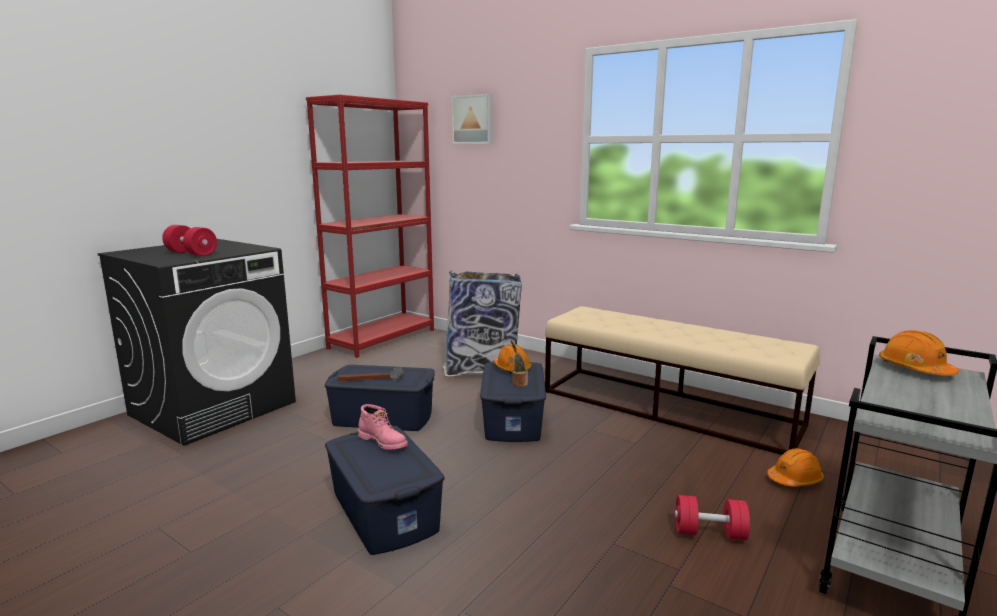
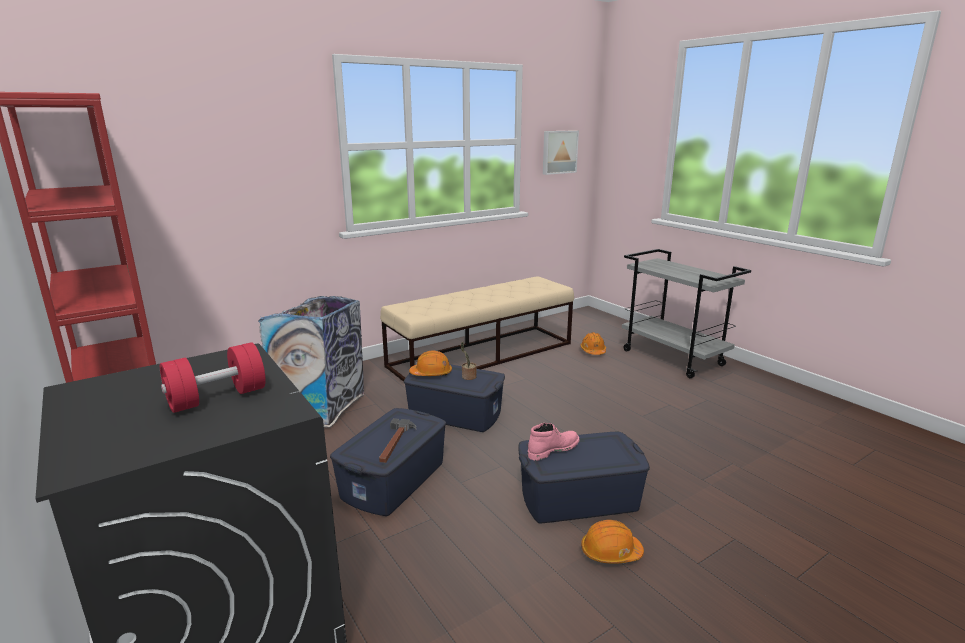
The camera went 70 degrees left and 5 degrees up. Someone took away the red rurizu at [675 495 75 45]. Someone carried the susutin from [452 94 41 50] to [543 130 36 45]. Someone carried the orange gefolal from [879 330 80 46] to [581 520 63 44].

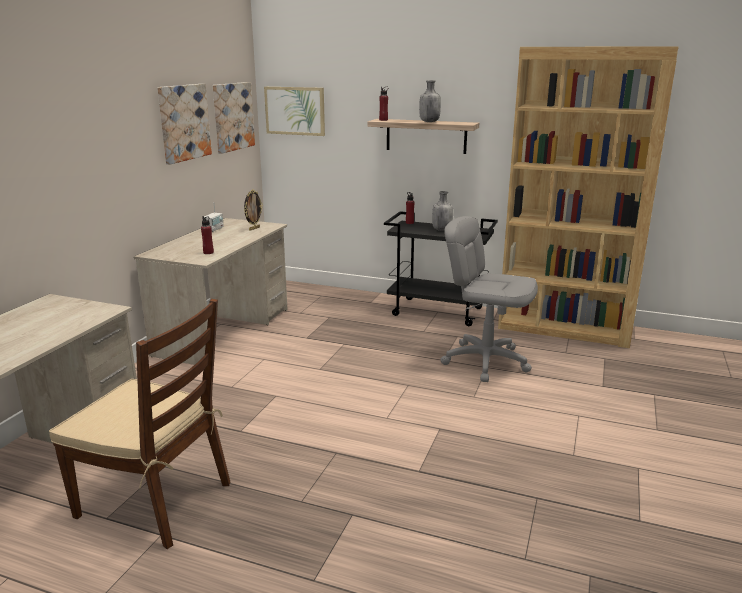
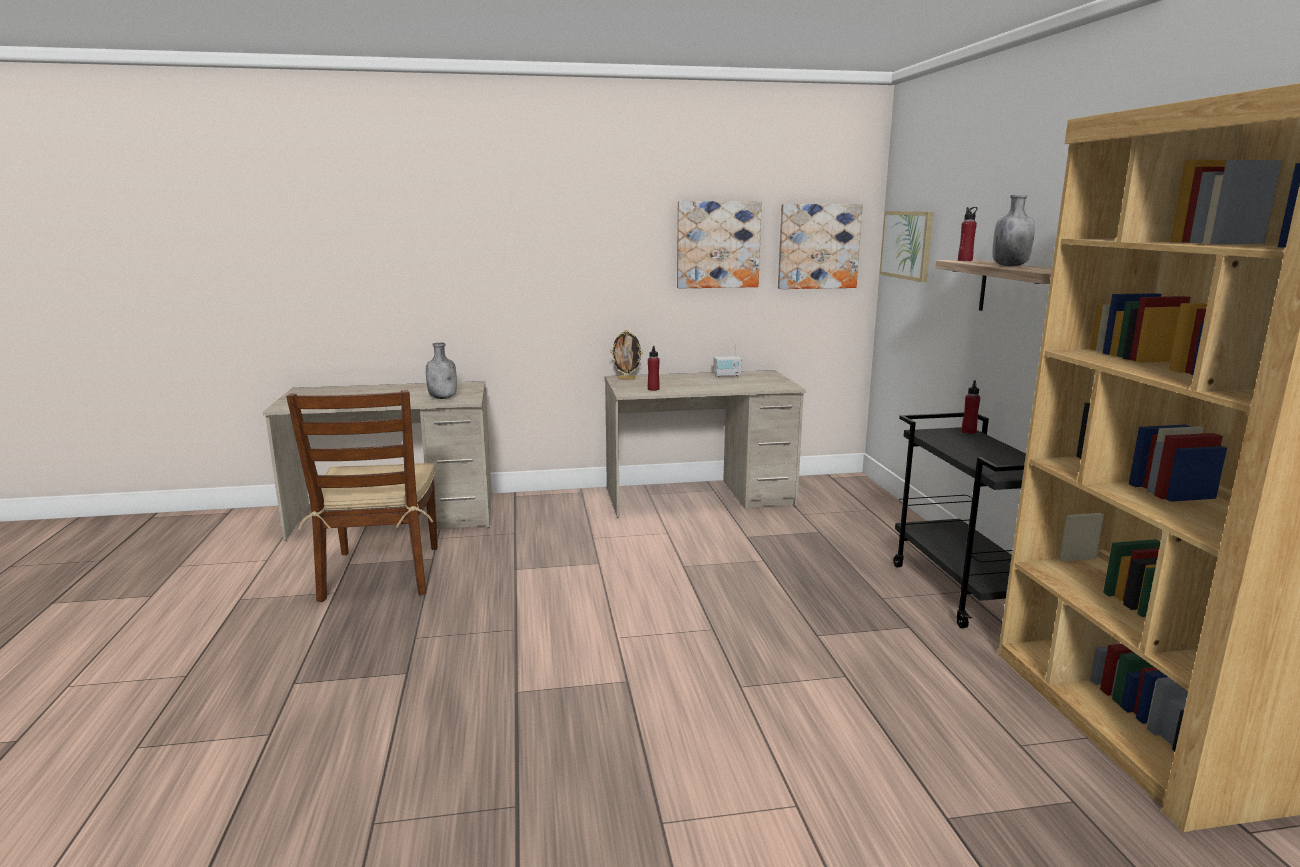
The camera went 60 degrees right and 5 degrees down. Someone took away the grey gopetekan at [440 216 98 166]. Someone carried the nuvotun from [244 190 19 40] to [610 330 33 50]. Someone carried the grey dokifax from [432 191 21 40] to [426 343 31 56].

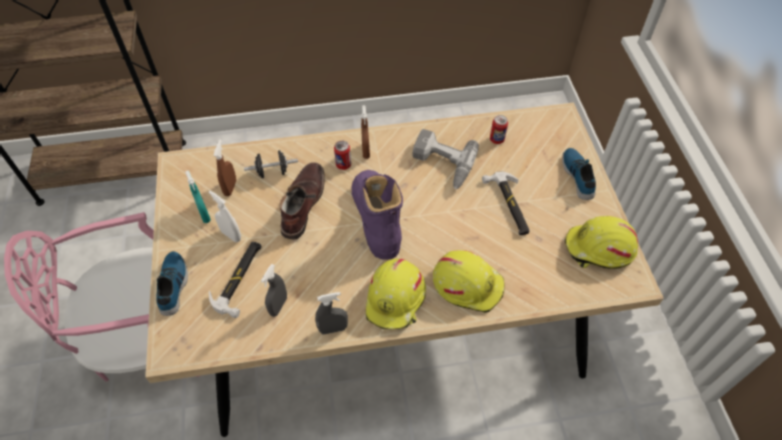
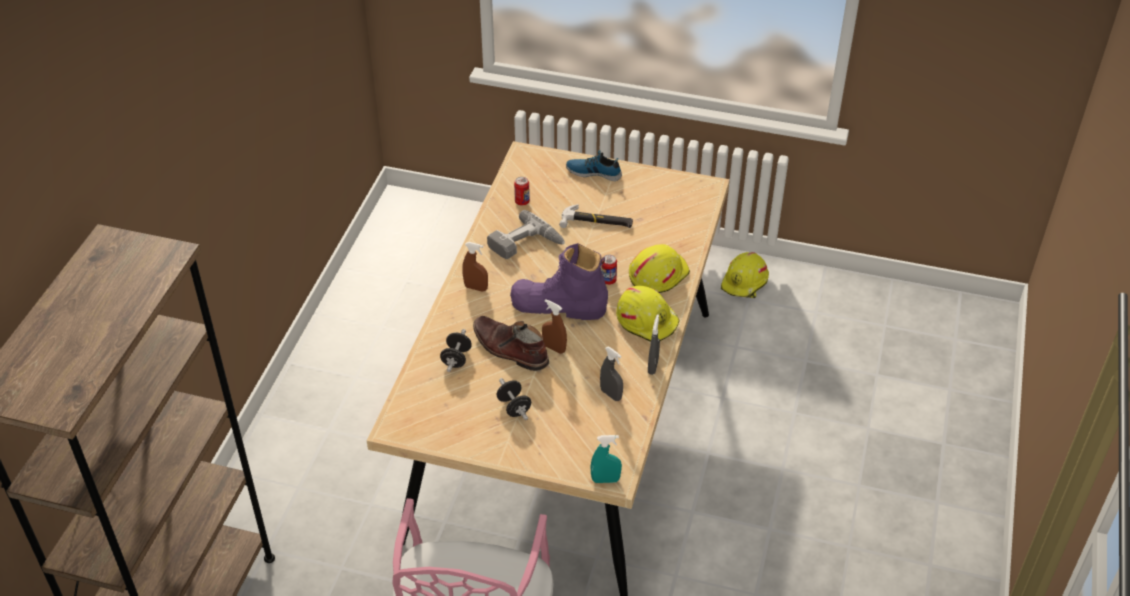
The camera went 65 degrees left and 10 degrees down. Someone took away the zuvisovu at [156 251 32 65]. Someone took away the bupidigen at [209 242 53 76]. Someone carried the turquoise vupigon from [185 170 26 53] to [590 435 32 48]. Someone carried the brown vupigon from [213 139 23 57] to [542 299 25 55]. Someone carried the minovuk from [334 141 17 29] to [601 255 16 30]. Someone carried the yellow gefolal from [565 216 73 53] to [721 252 48 46]. Someone swapped the white vupigon at [209 191 32 51] for the black rurizu at [497 378 34 42].

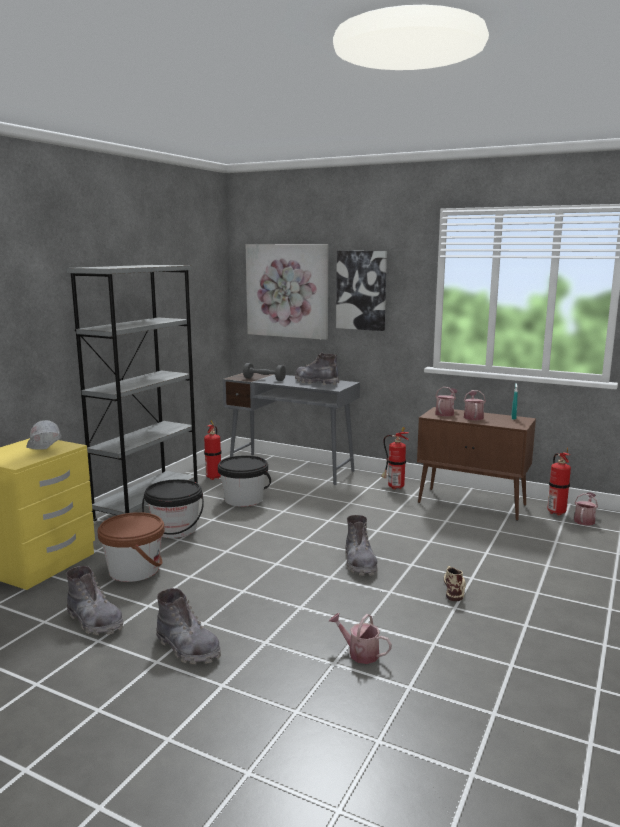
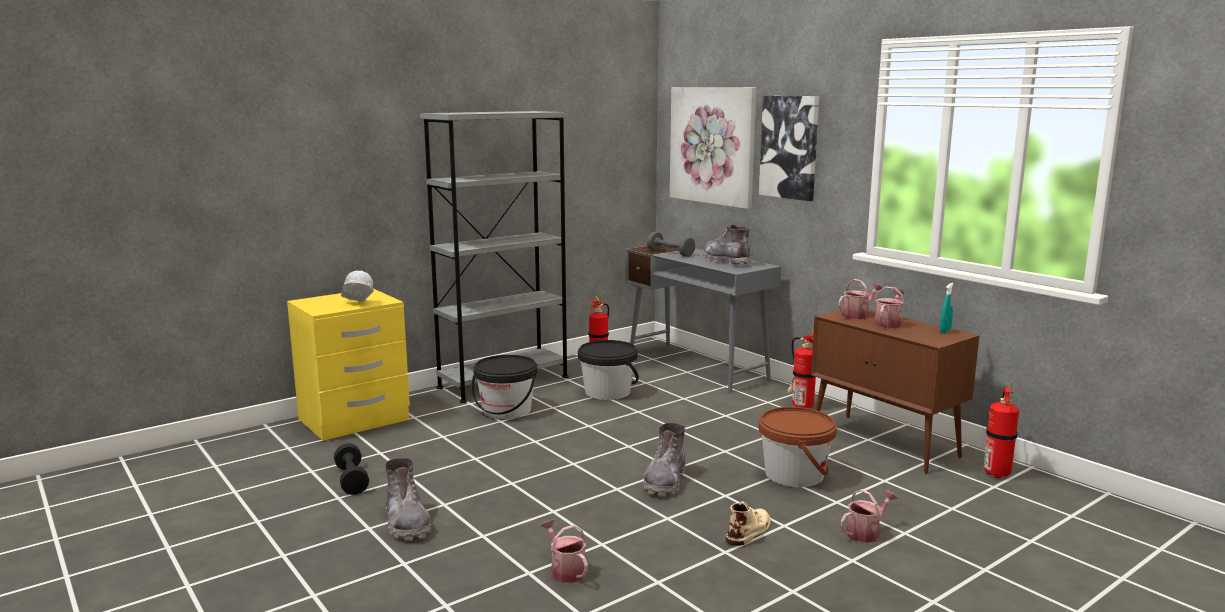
The camera went 25 degrees right and 0 degrees up. Someone carried the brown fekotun from [98 512 67 70] to [758 407 79 80]. Someone carried the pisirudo from [574 492 24 33] to [841 489 57 54]. Someone swapped the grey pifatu at [66 566 58 69] for the black rurizu at [334 443 35 52].

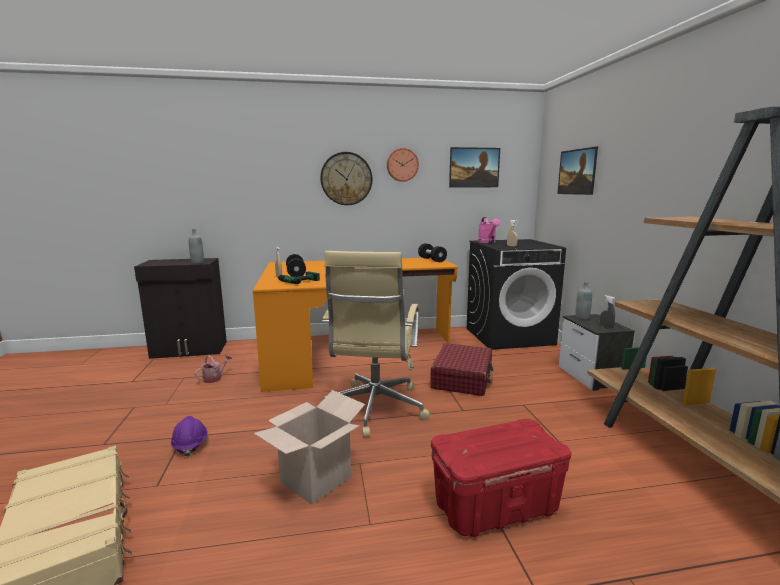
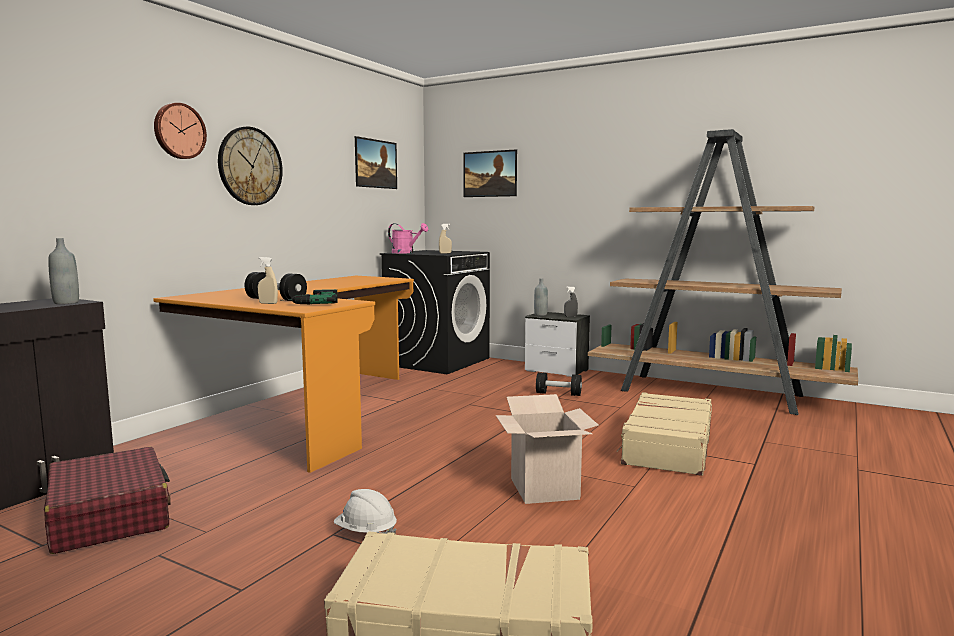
The camera went 50 degrees left and 5 degrees down. Someone took away the pisirudo at [195 355 37 28]. Someone took away the beige gopetekan at [322 251 108 187]. Someone carried the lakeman from [387 148 32 34] to [154 103 53 56]. Someone carried the black rurizu from [418 243 29 19] to [536 372 46 24]. Someone carried the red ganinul from [430 343 63 53] to [44 447 127 107]. Someone swapped the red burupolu at [431 419 140 118] for the beige ganinul at [617 392 95 84]. Someone repainted the purple gefolal at [171 416 37 41], which became the white gefolal at [334 489 63 45].

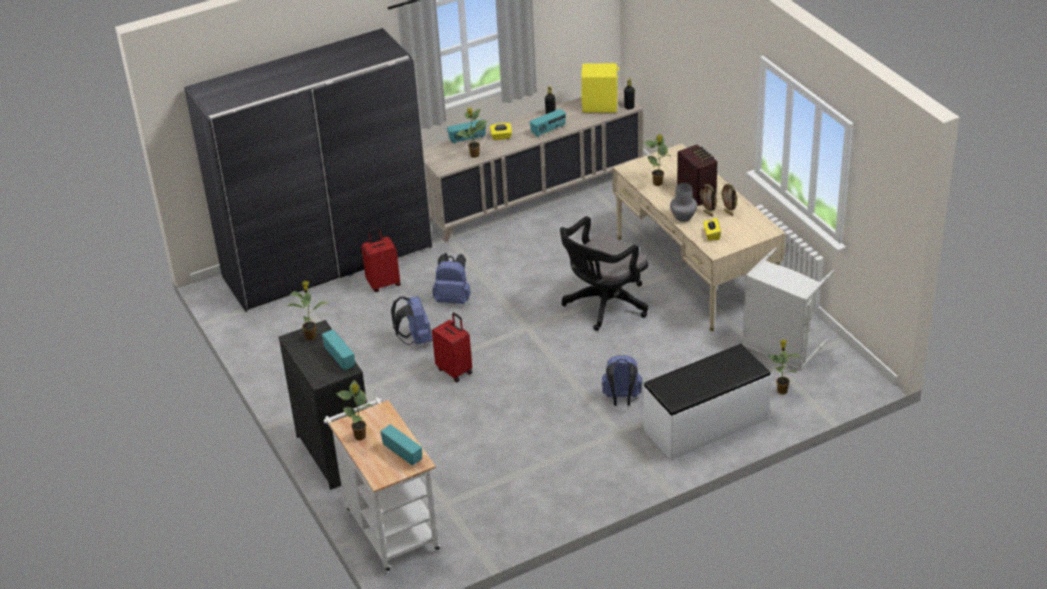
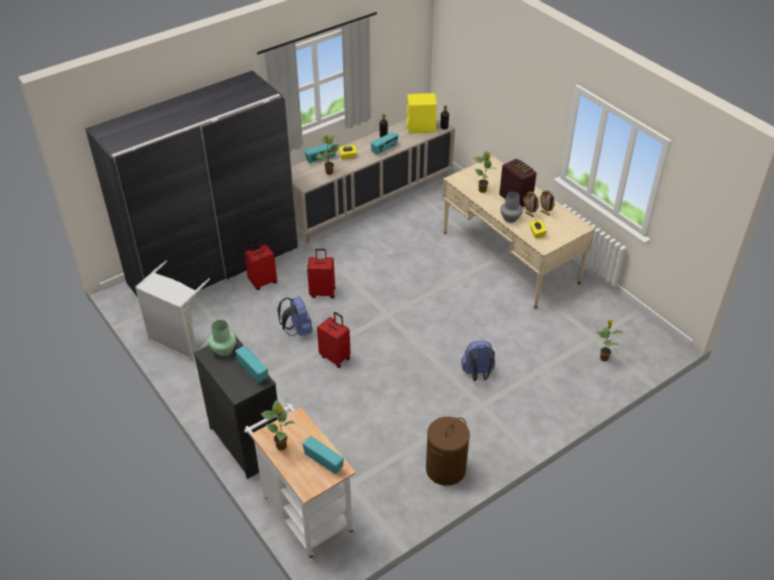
The camera went 10 degrees left and 5 degrees up. Someone took away the black gopetekan at [560 216 88 115]. Someone took away the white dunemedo at [643 344 128 116]. Someone put down the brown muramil at [426 417 44 69]. Someone carried the grey muramil from [743 248 91 123] to [135 260 75 100]. Someone swapped the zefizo at [286 281 43 60] for the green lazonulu at [209 320 27 36]. Someone swapped the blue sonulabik at [432 253 39 51] for the red ganinul at [307 249 29 49].

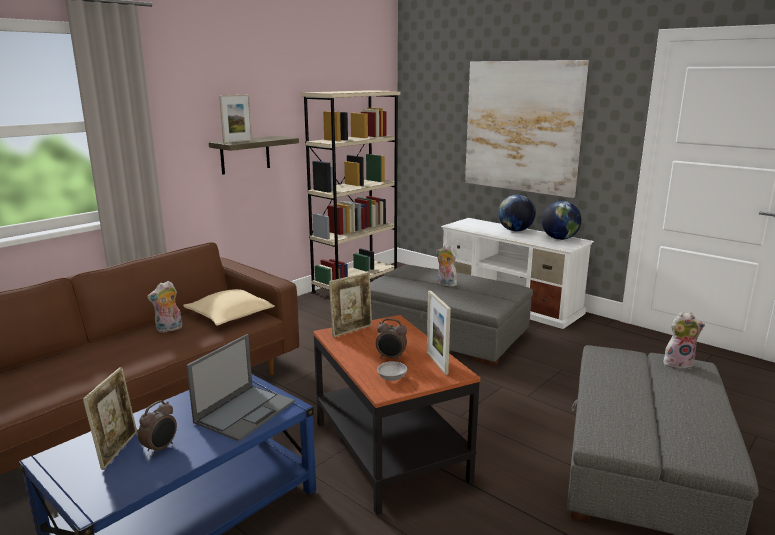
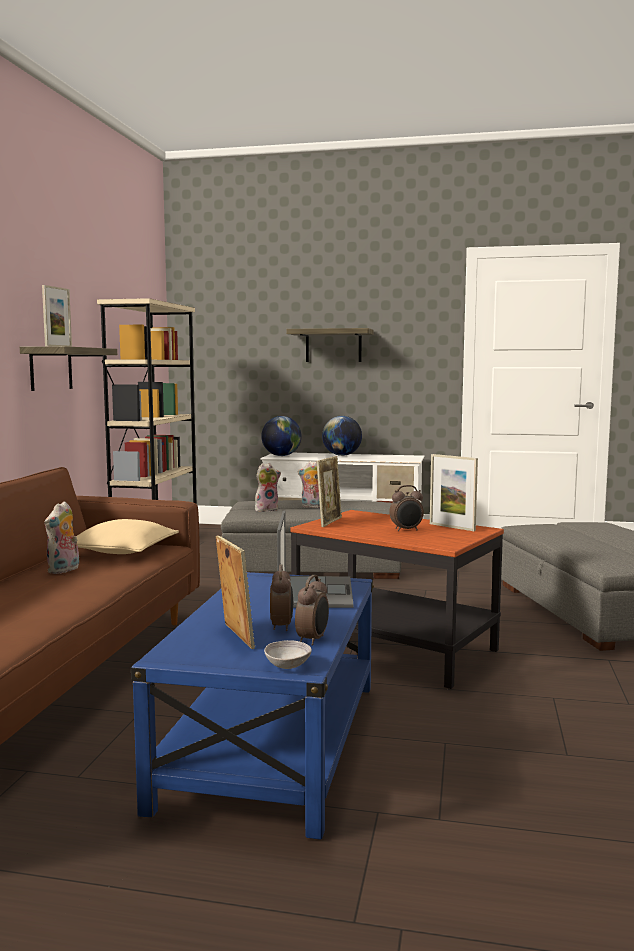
The camera went 30 degrees left and 10 degrees down. Someone put down the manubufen at [295 575 34 71]. Someone carried the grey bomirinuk from [377 362 30 19] to [264 640 48 29]. Someone carried the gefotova from [542 201 40 39] to [261 416 41 40]. Someone carried the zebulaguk from [663 312 42 58] to [255 463 26 49]. Someone swapped the susutin at [465 60 124 138] for the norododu at [286 328 87 34].

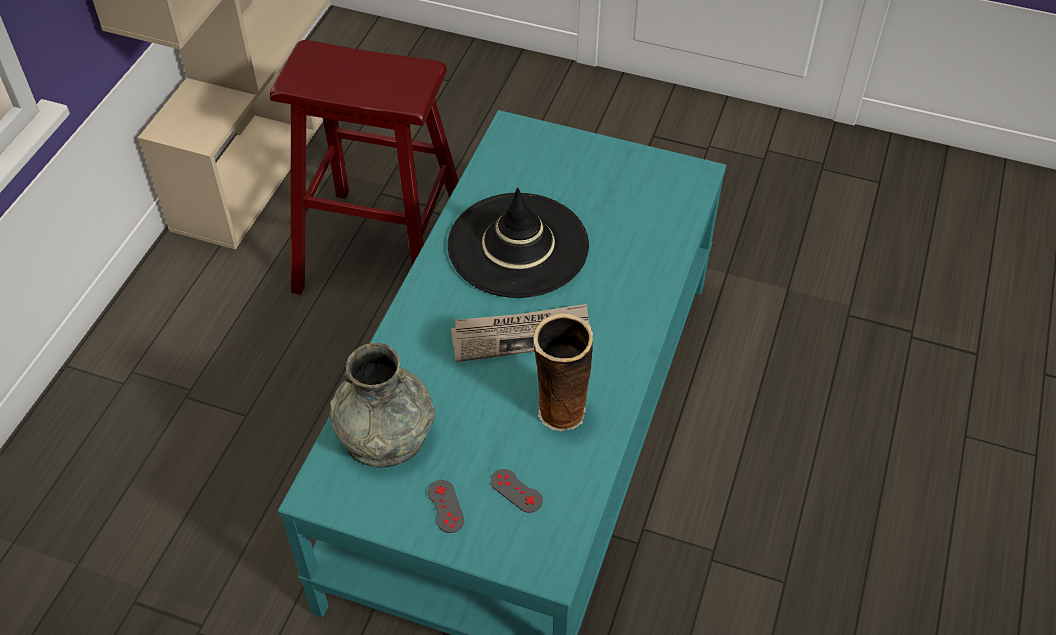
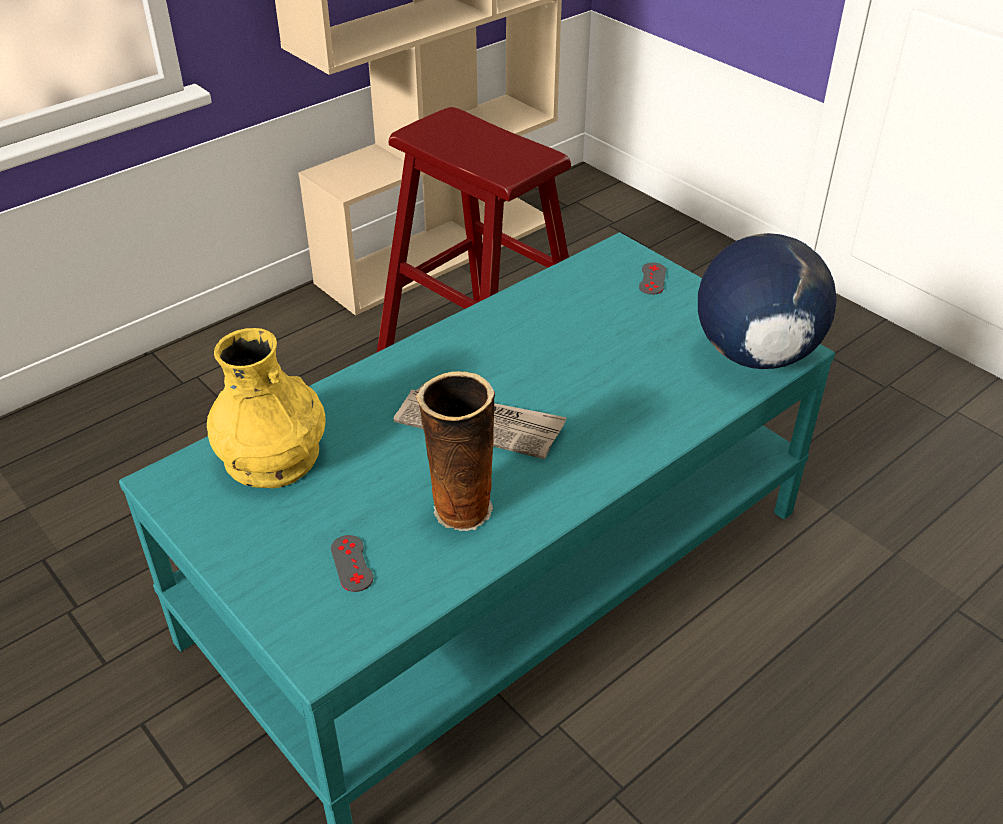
The camera went 30 degrees right and 10 degrees down. Someone took away the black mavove at [448 188 141 110]. Someone put down the gefotova at [698 233 139 136]. Someone carried the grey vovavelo from [428 480 36 53] to [639 262 27 33]. Someone repainted the grey lazonulu at [329 343 106 125], which became the yellow lazonulu at [207 328 118 160].

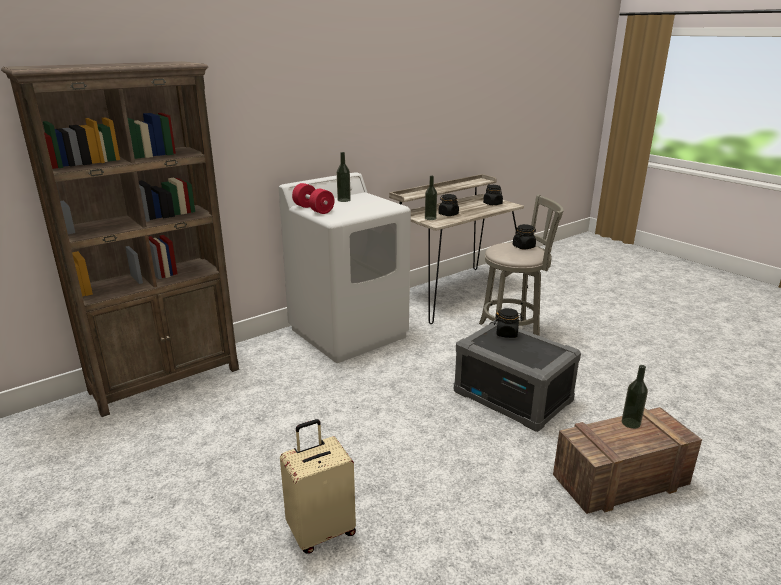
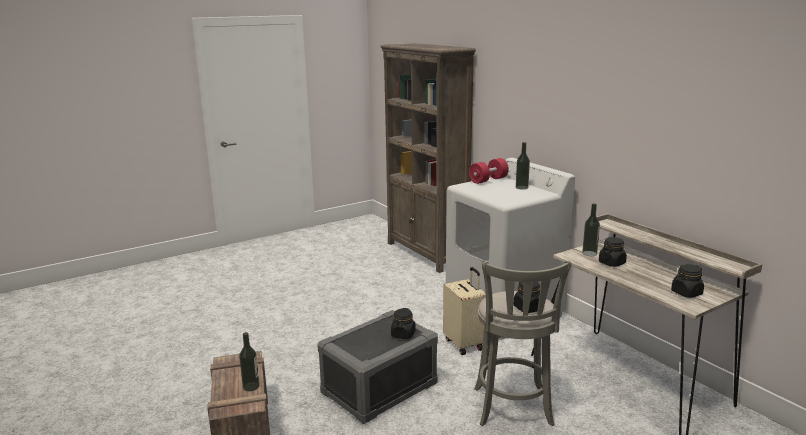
The camera went 95 degrees right and 5 degrees down. Someone carried the beige ganinul from [280 419 76 135] to [443 267 43 88].

